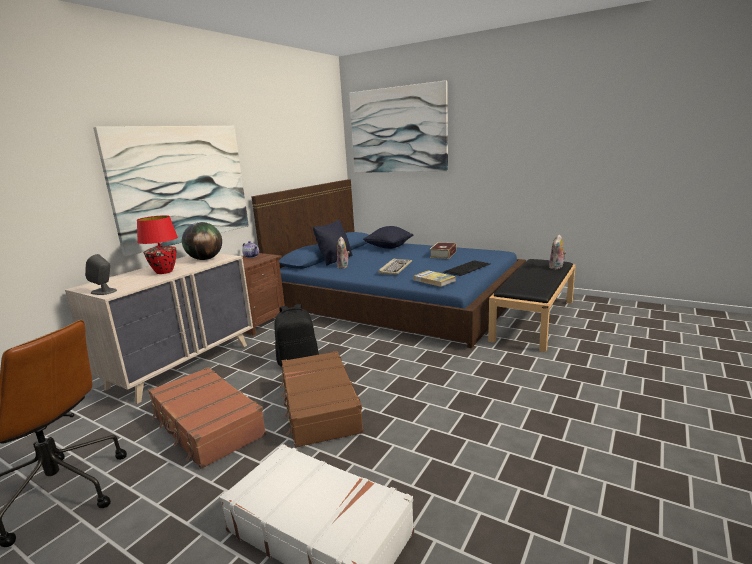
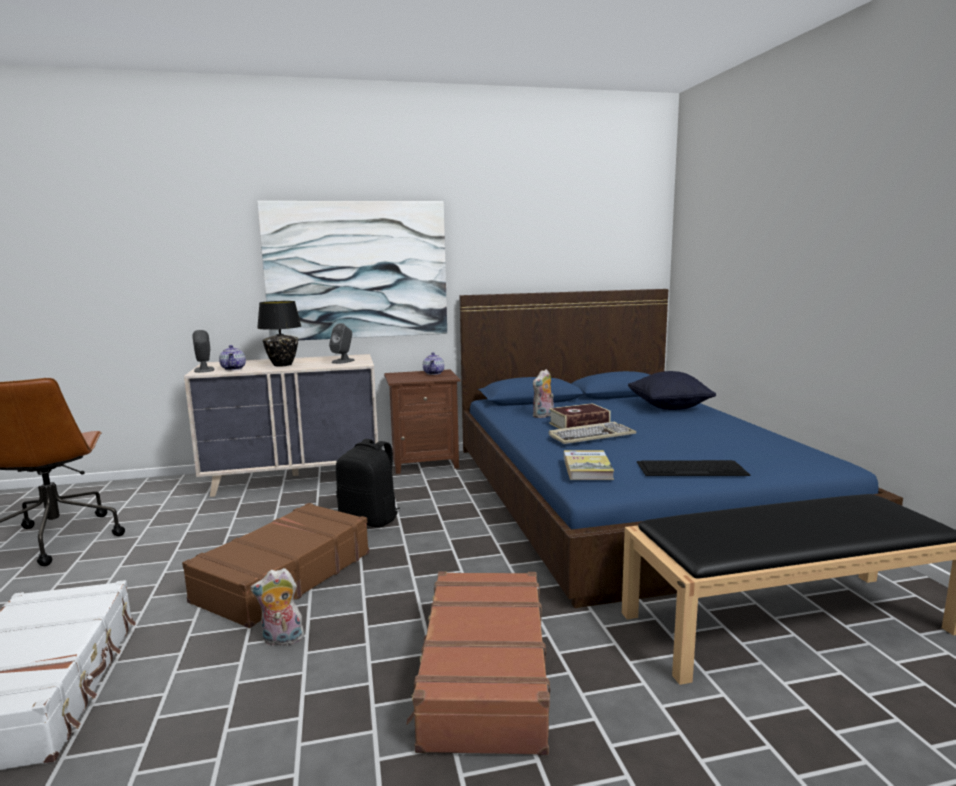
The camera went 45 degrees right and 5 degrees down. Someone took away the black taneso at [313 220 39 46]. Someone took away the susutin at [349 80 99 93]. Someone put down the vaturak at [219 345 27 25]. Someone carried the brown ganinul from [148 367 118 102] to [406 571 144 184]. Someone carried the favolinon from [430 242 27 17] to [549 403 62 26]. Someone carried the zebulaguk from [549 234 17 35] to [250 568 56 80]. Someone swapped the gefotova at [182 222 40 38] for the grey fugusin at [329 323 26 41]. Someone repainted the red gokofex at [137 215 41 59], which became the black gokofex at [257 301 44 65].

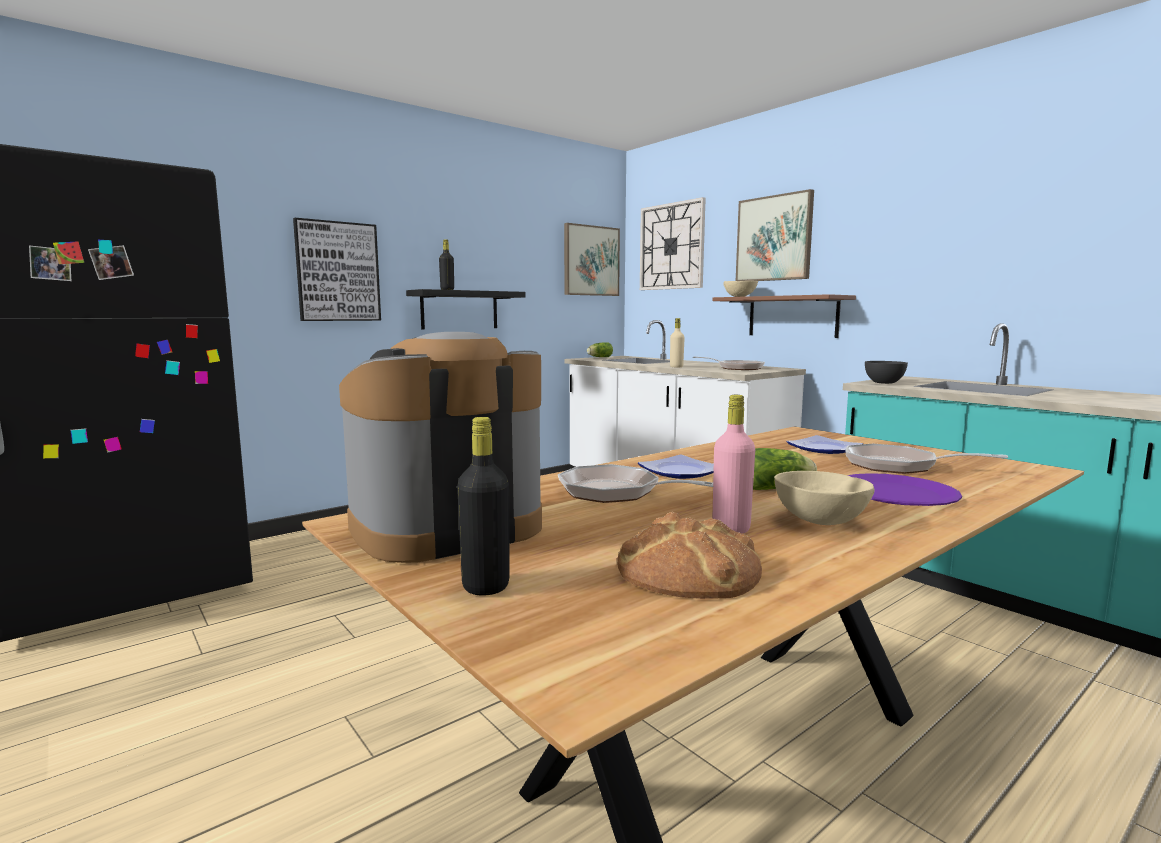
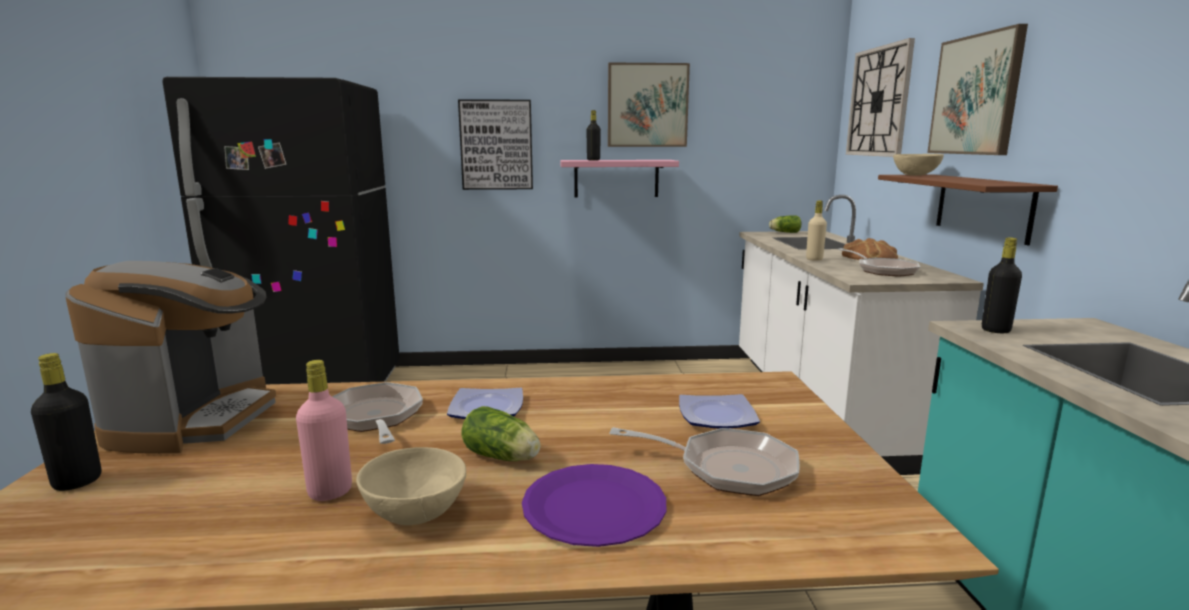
The camera went 35 degrees right and 5 degrees up. Someone carried the susutin from [564 223 56 73] to [608 62 82 85]. Someone carried the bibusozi from [617 512 145 87] to [842 238 56 22]. Someone swapped the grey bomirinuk at [865 361 43 23] for the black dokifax at [982 237 40 96]. Someone repainted the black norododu at [406 289 120 40], which became the pink norododu at [560 160 119 38]. Someone rotated the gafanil at [339 332 203 231] by 90 degrees clockwise. Someone rotated the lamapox at [845 444 163 30] by 135 degrees clockwise.

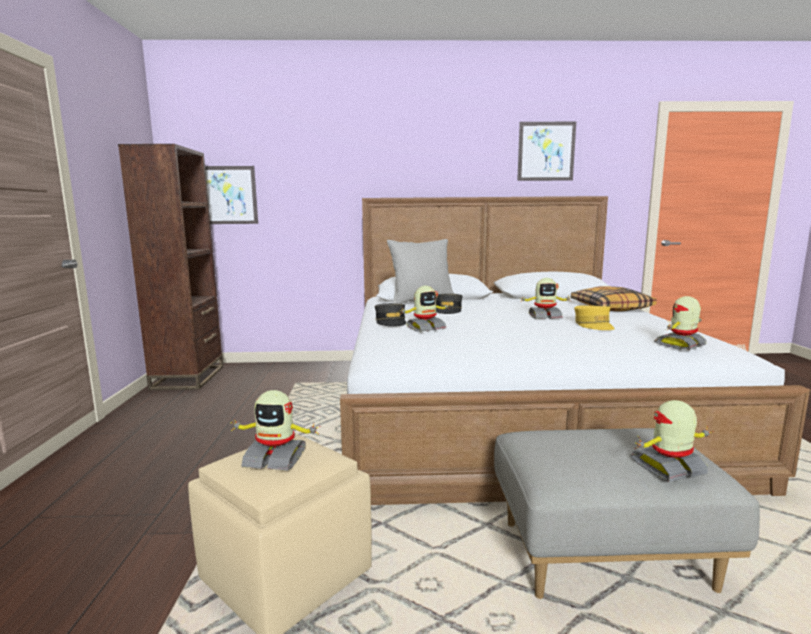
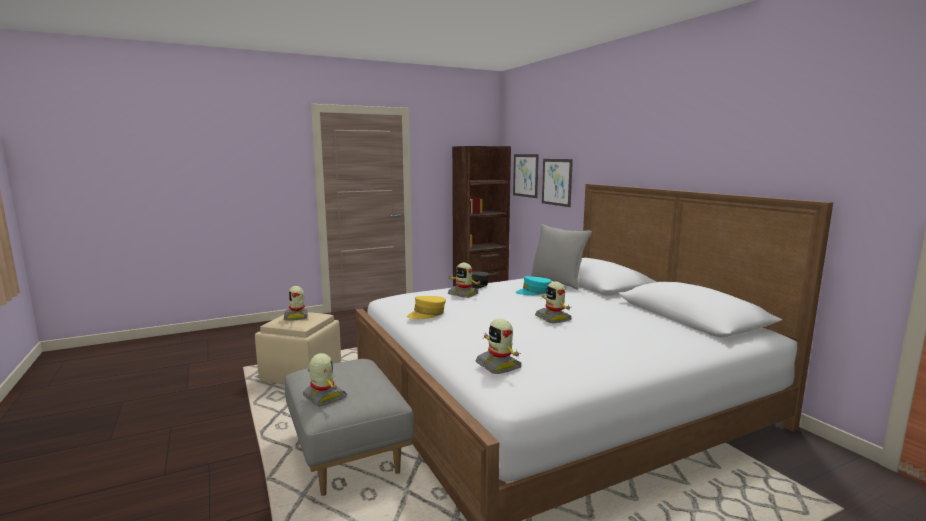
The camera went 65 degrees right and 0 degrees up. Someone took away the taneso at [571 286 86 25]. Someone carried the susutin from [517 122 59 59] to [542 159 31 48]. Someone carried the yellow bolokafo from [574 305 41 25] to [407 296 39 23]. Someone repainted the grey bolokafo at [436 294 27 20], which became the turquoise bolokafo at [516 276 36 19]. Someone rotated the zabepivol at [654 296 53 54] by 150 degrees counterclockwise.

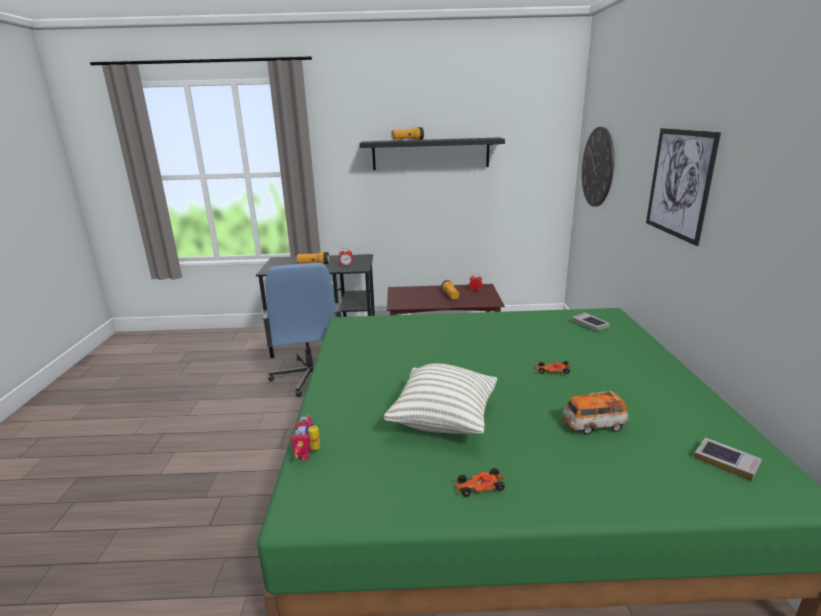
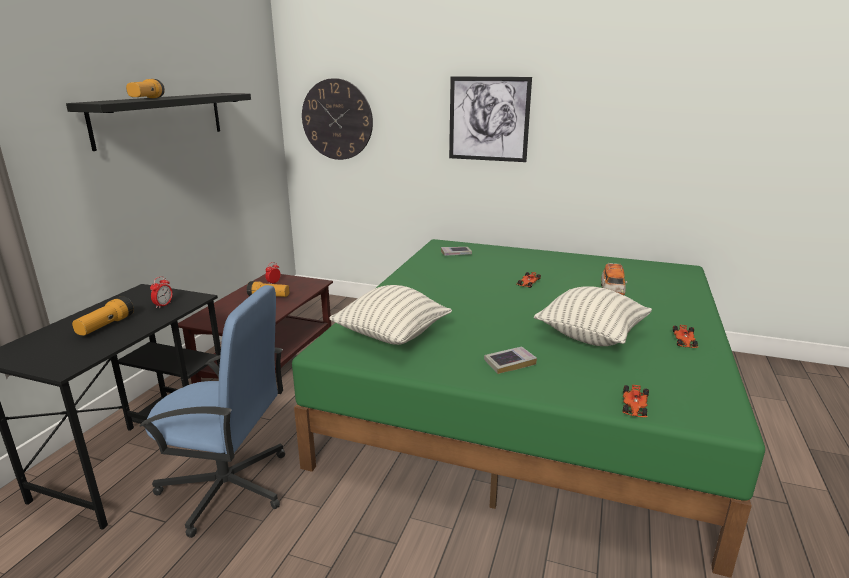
The camera went 70 degrees left and 0 degrees up. Someone put down the taneso at [329 285 123 60]. Someone carried the favolinon from [694 437 68 44] to [484 347 53 27]. Someone swapped the zabepivol at [292 414 28 47] for the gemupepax at [623 385 26 32].

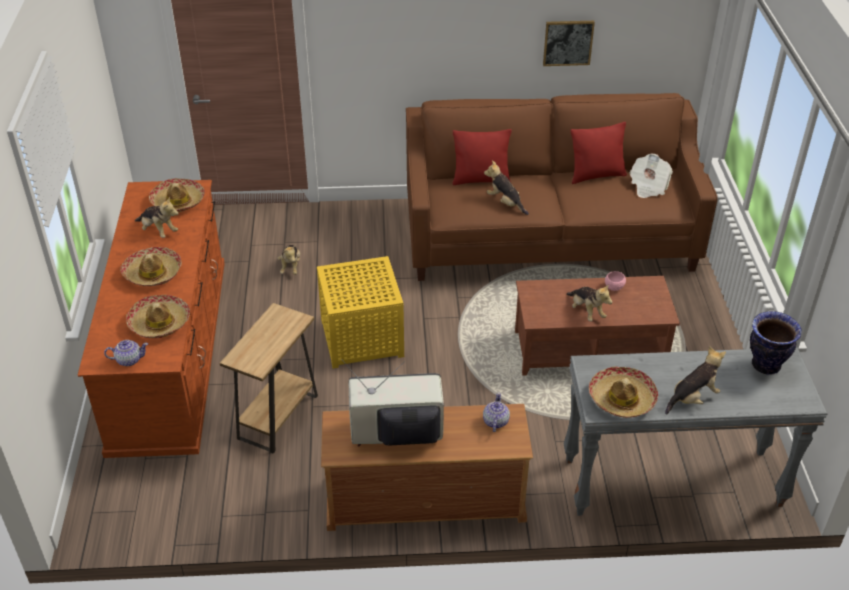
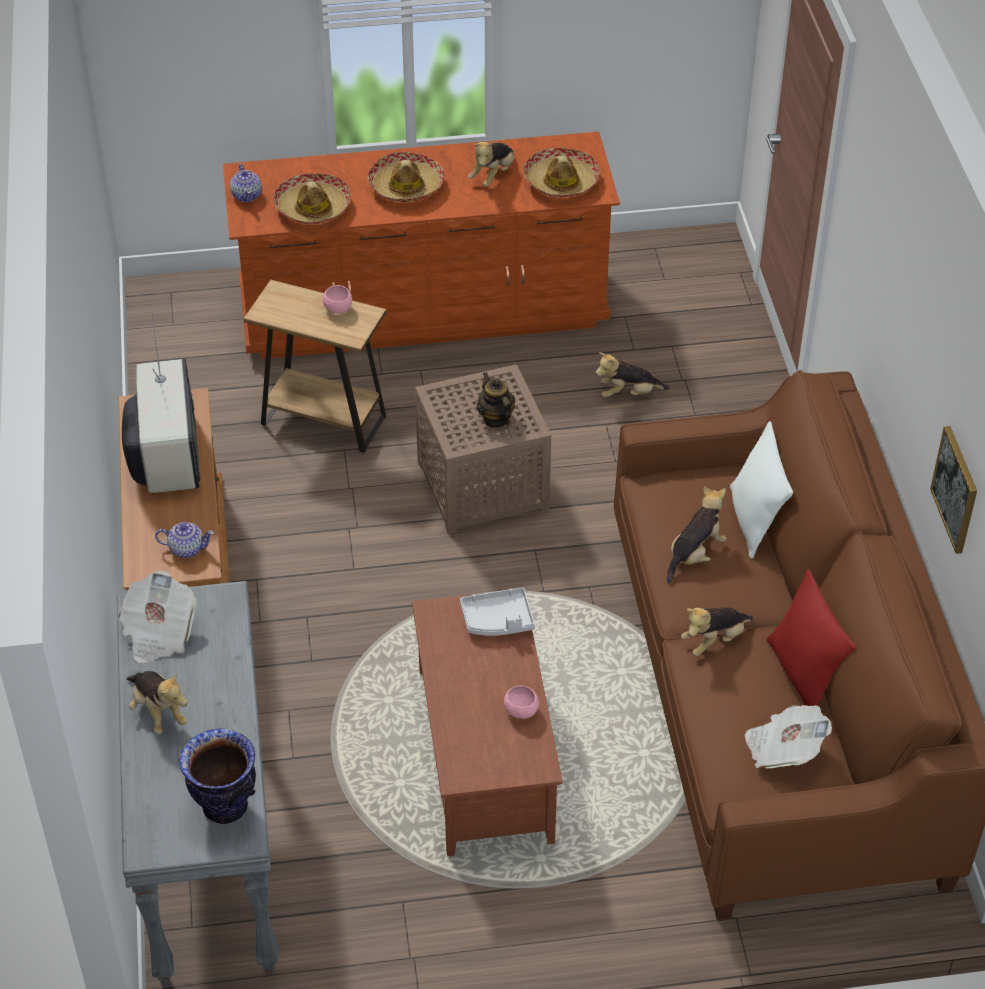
The camera went 85 degrees right and 5 degrees up. Someone put down the pink bomirinuk at [323 285 29 29]. Someone put down the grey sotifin at [460 587 75 49]. Someone put down the vaturak at [477 372 38 56]. Someone carried the zebulaguk from [566 284 47 37] to [681 607 72 49]. Someone swapped the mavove at [589 366 69 52] for the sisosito at [119 571 78 92]. Someone repainted the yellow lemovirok at [317 256 87 113], which became the brown lemovirok at [415 364 137 170]. Someone repainted the red taneso at [452 129 60 56], which became the white taneso at [730 421 63 138].

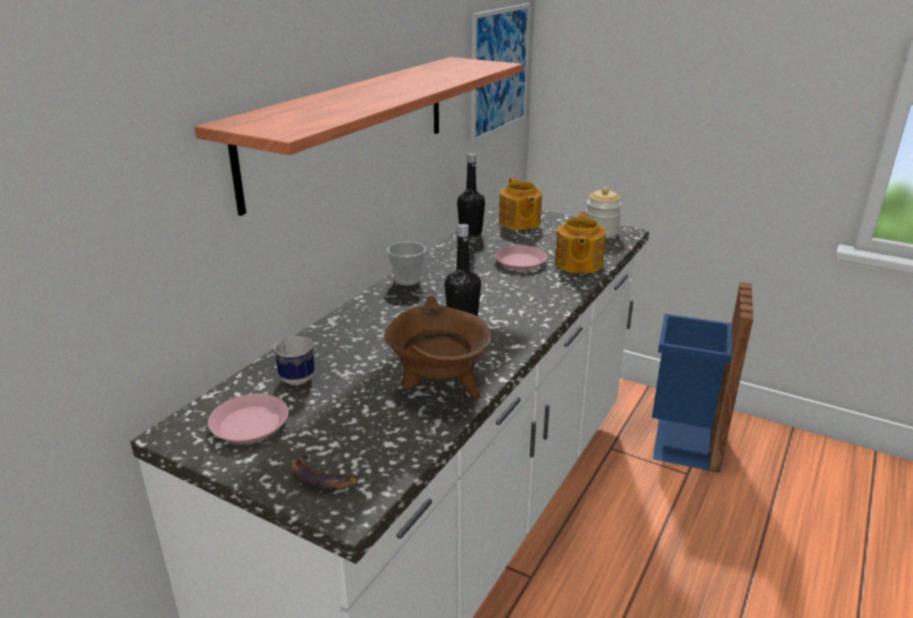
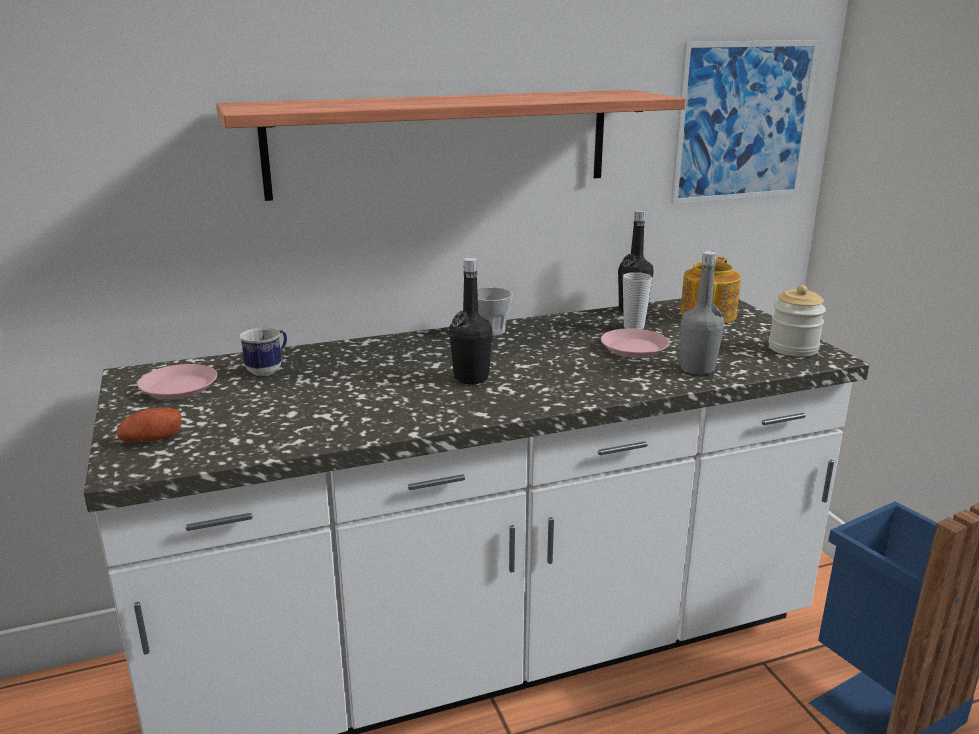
The camera went 40 degrees right and 5 degrees down. Someone took away the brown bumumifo at [384 296 108 104]. Someone put down the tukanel at [623 272 29 57]. Someone swapped the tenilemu at [290 452 69 37] for the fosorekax at [116 407 66 35]. Someone swapped the vaturak at [555 212 51 62] for the grey dokifax at [680 251 44 124].

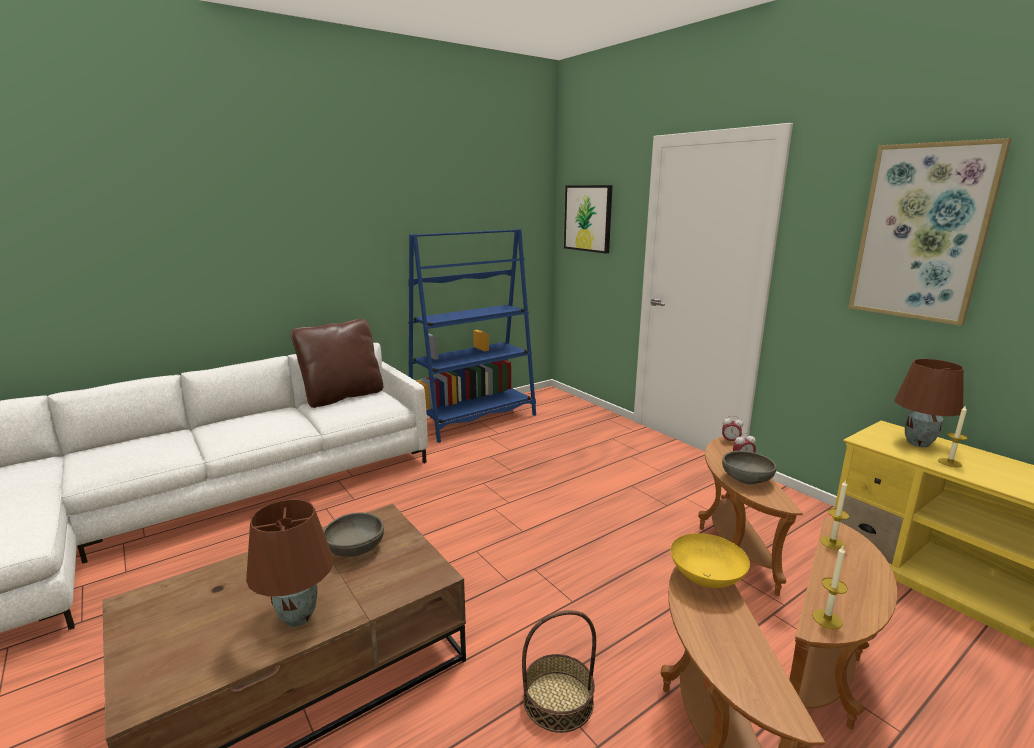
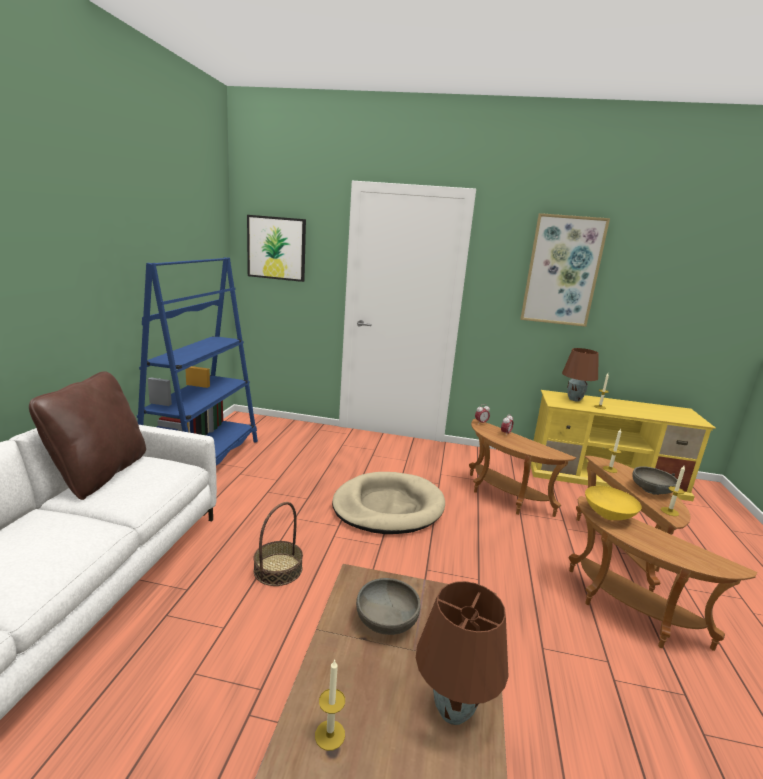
The camera went 45 degrees left and 0 degrees up. Someone put down the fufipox at [315 659 30 92]. Someone put down the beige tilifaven at [332 472 113 62]. Someone carried the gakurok from [522 610 74 123] to [253 502 50 84]. Someone carried the grey bomirinuk from [722 451 54 34] to [632 466 46 29].

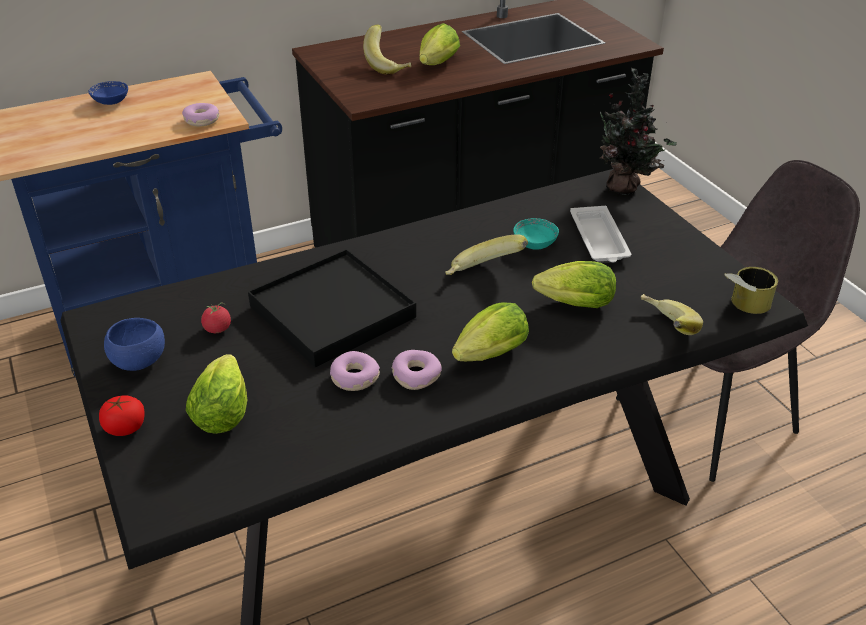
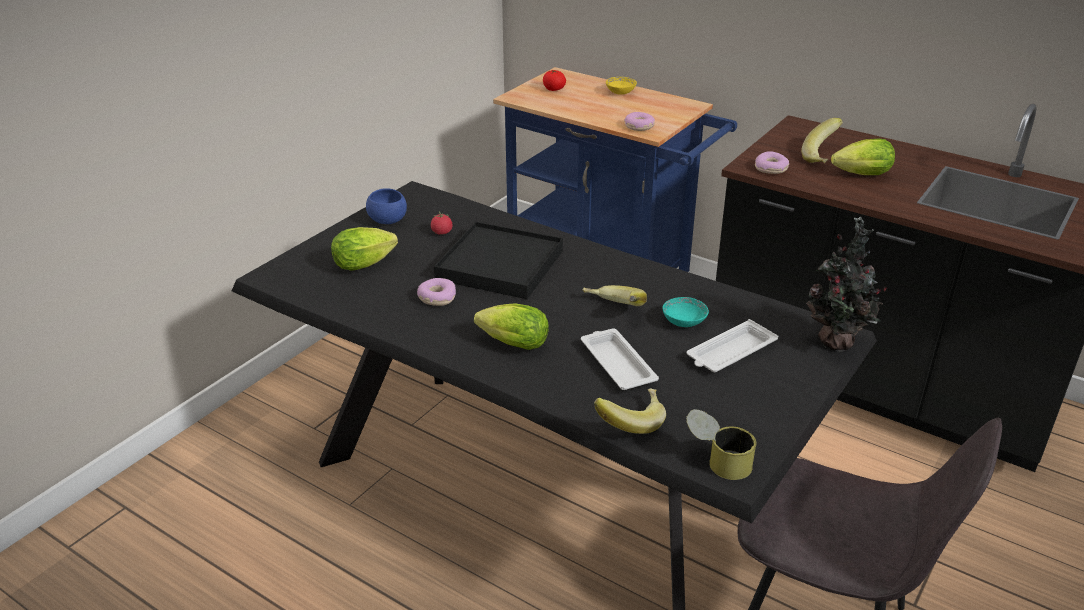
The camera went 60 degrees right and 5 degrees down. Someone carried the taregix from [99 395 46 41] to [543 70 23 21]. Someone carried the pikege from [392 350 50 40] to [755 151 34 23]. Someone swapped the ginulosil at [532 261 84 47] for the white sotifin at [581 329 78 61]. Someone repainted the blue bomirinuk at [88 81 40 24], which became the yellow bomirinuk at [606 77 31 18].

